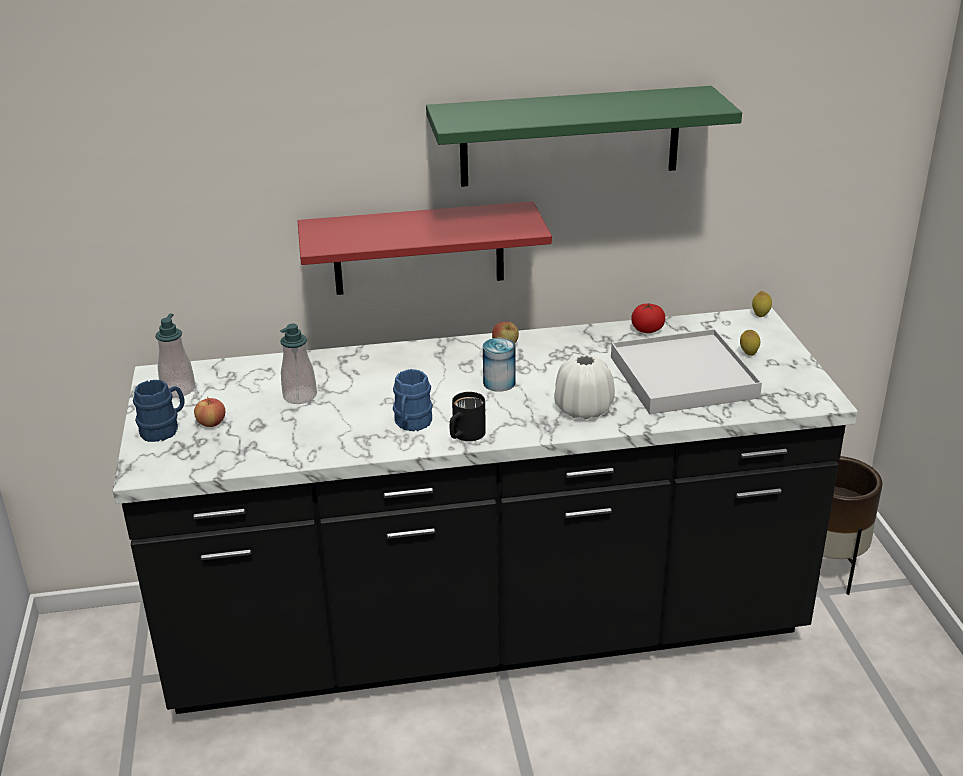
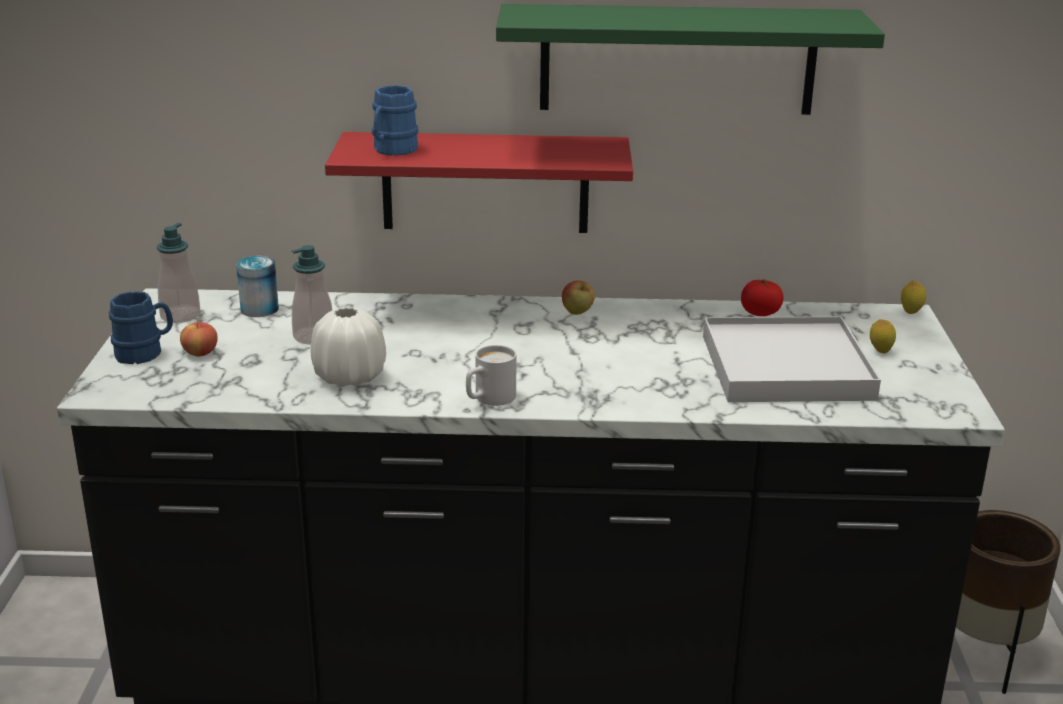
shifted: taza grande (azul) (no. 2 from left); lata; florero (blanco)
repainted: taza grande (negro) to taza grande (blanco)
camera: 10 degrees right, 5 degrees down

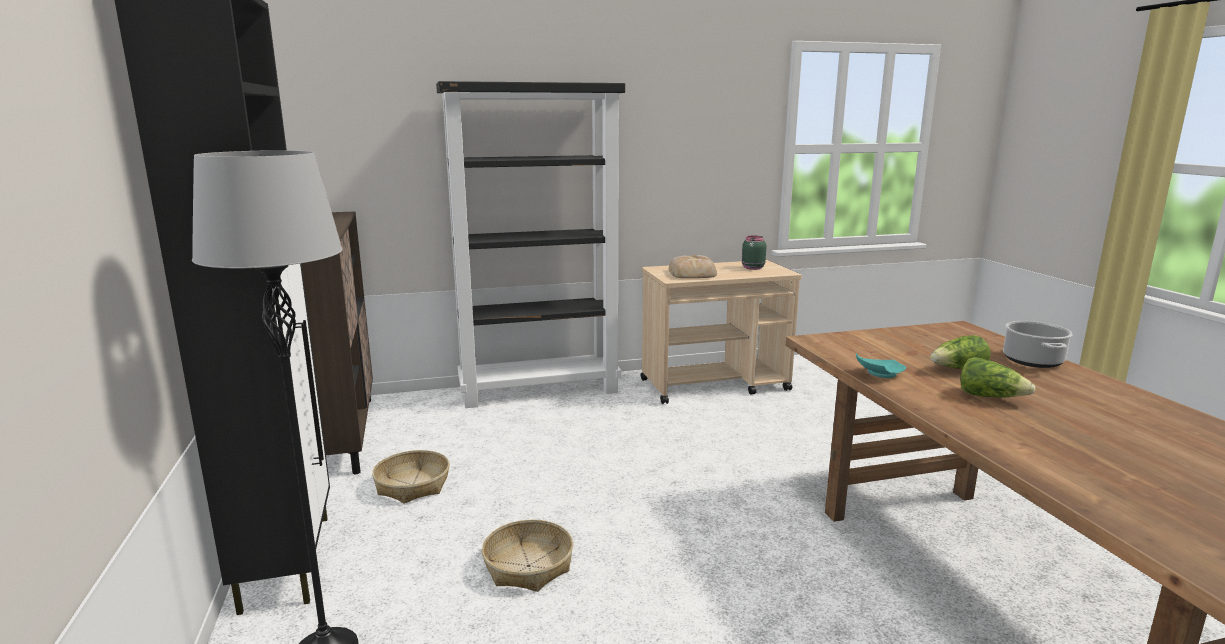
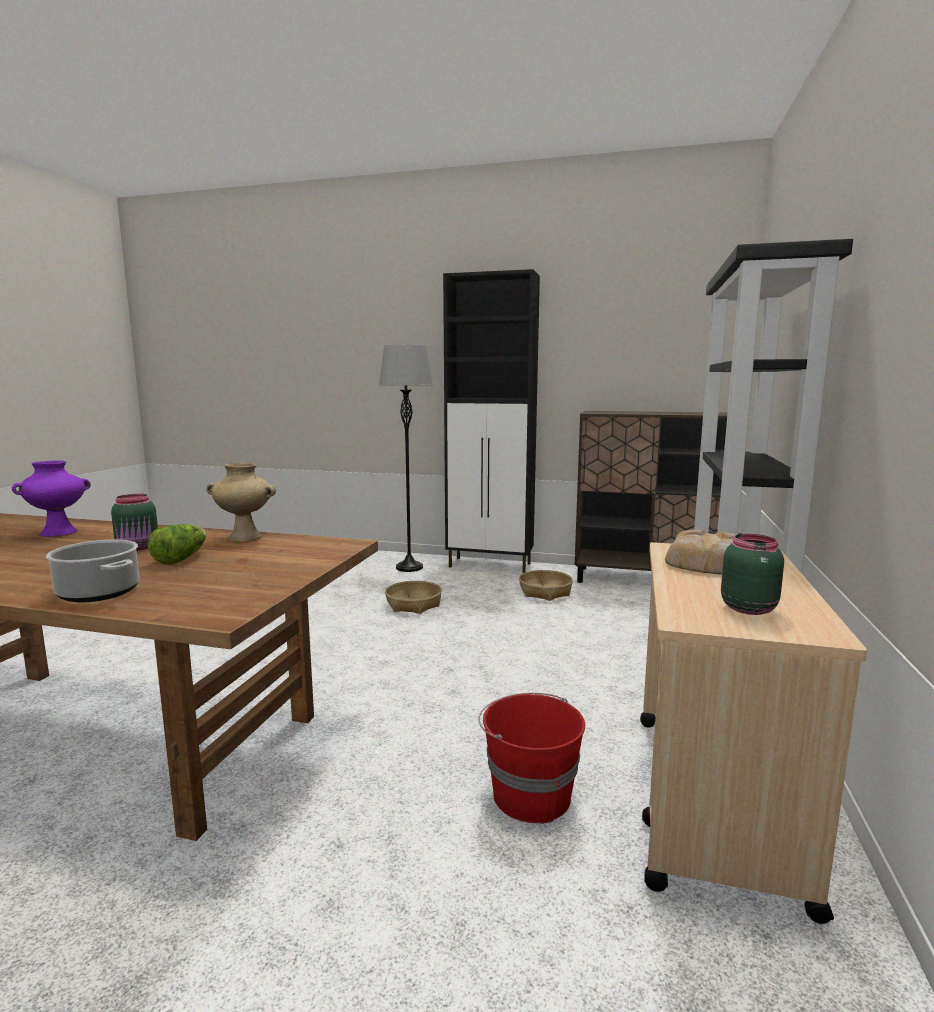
new: florero (morado); cubo (rojo)
swapped: plato (turquesa) to florero (beis); lechuga (no. 2 from left) to tarro (verde) (no. 1 from left)
camera: 120 degrees right, 5 degrees down

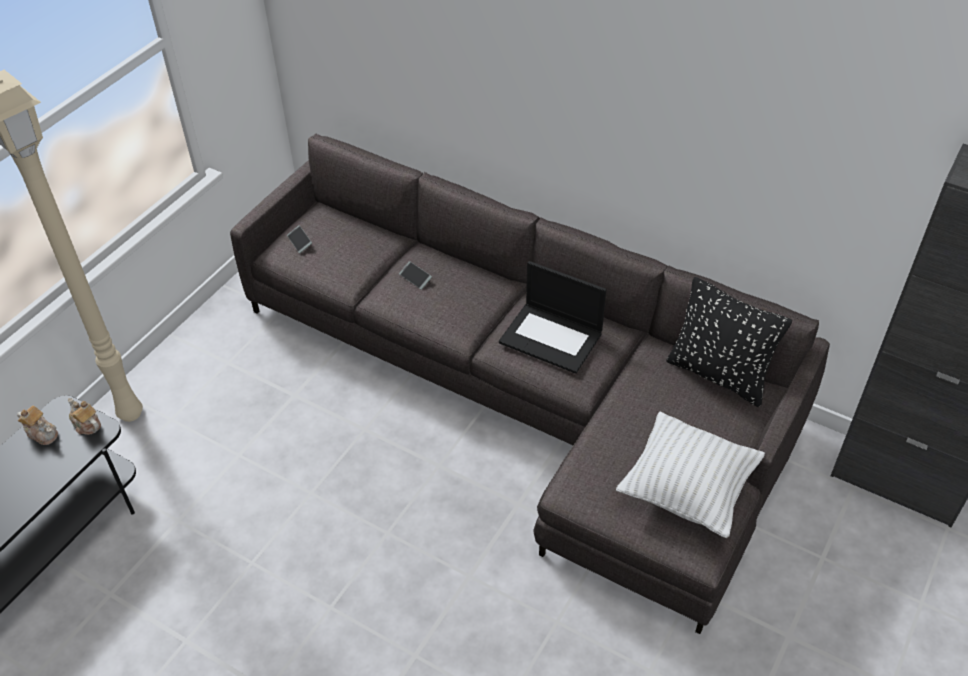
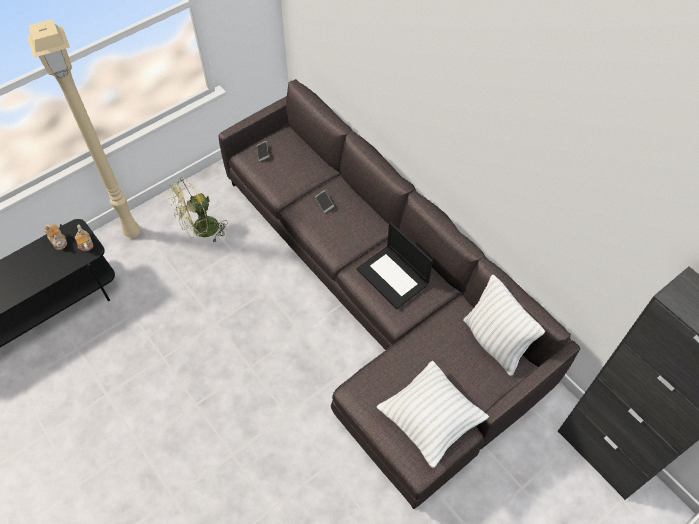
new: ventilador (verde)
repainted: cojín (negro) to cojín (blanco) (no. 2 from left)
camera: 20 degrees right, 10 degrees up

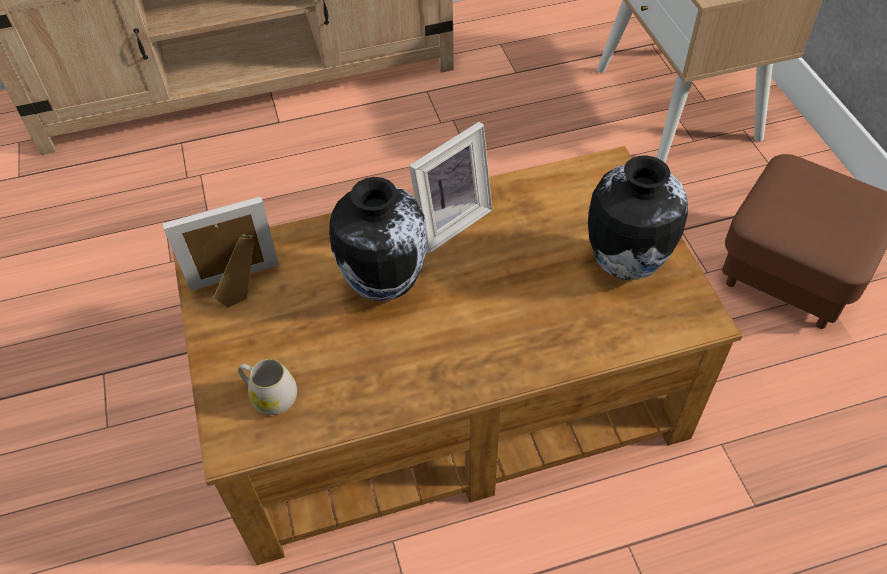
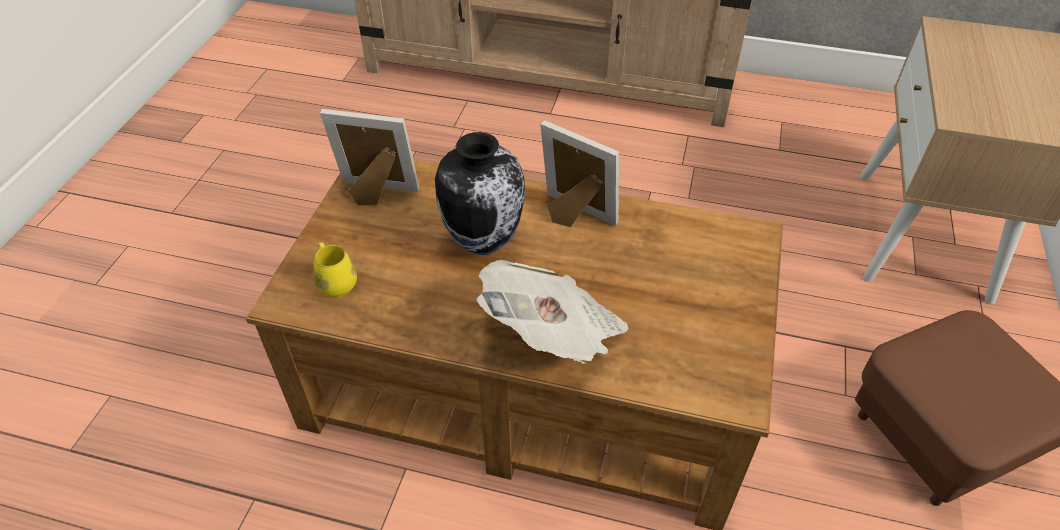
gone: florero (no. 2 from left)
new: periódico
repainted: taza grande (blanco) to taza grande (amarillo)
rotated: portarretratos (no. 2 from left) 135 degrees counterclockwise
camera: 30 degrees right, 5 degrees down

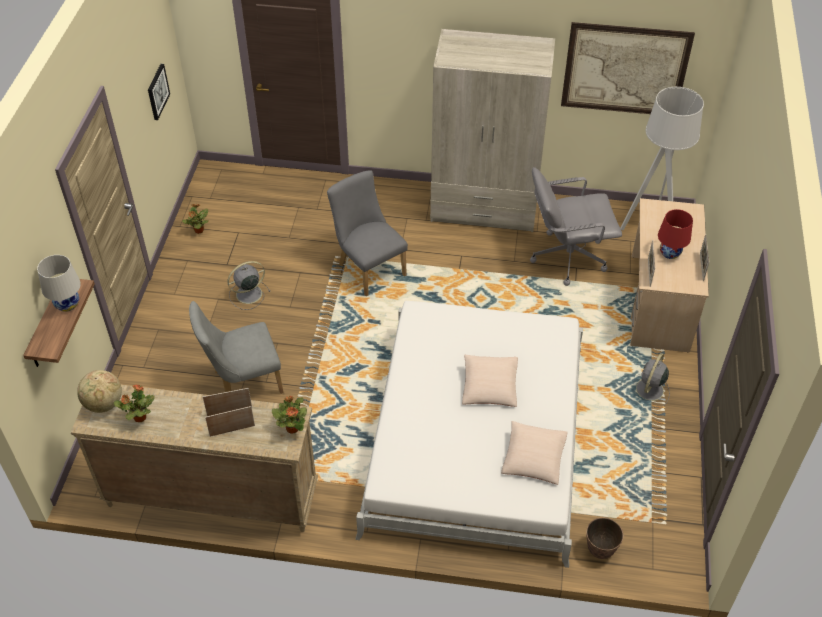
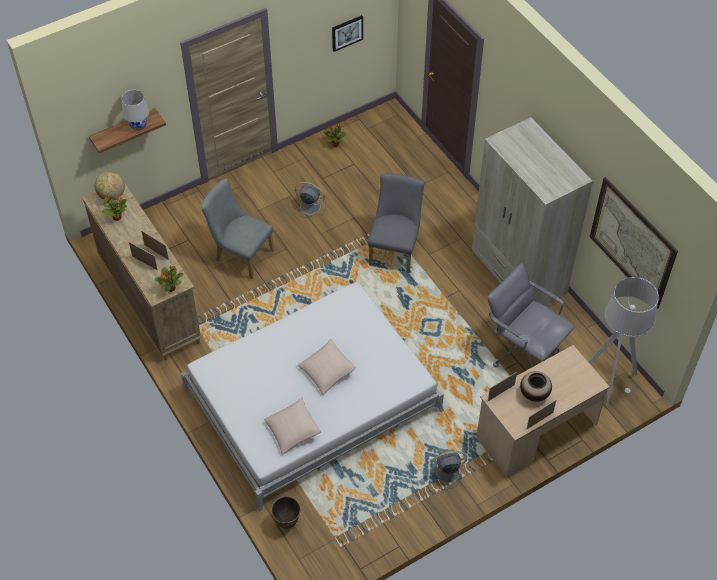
swapped: lámpara de mesa (rojo) to florero
camera: 50 degrees right, 5 degrees up

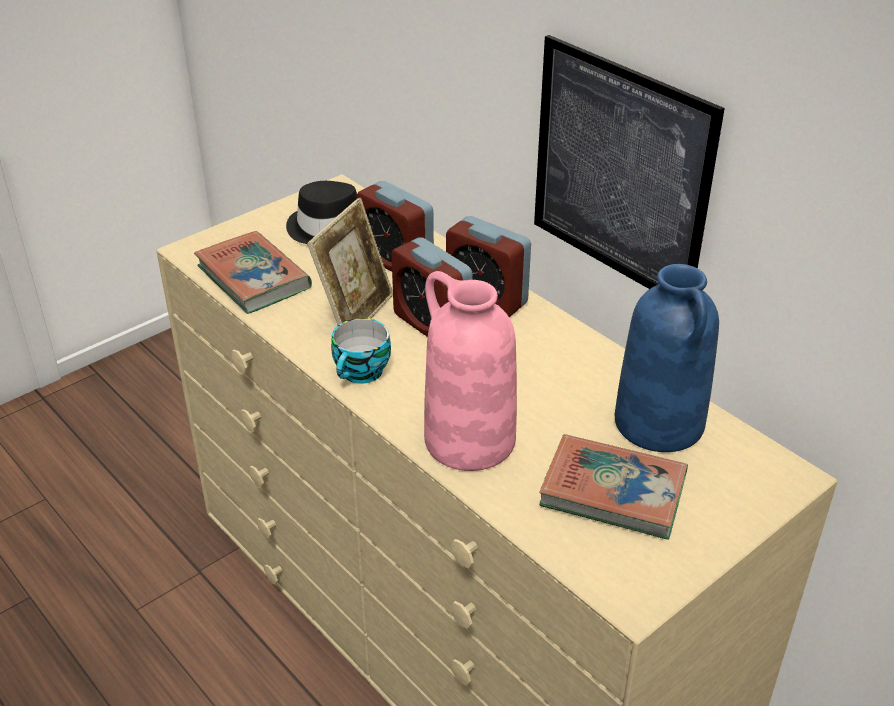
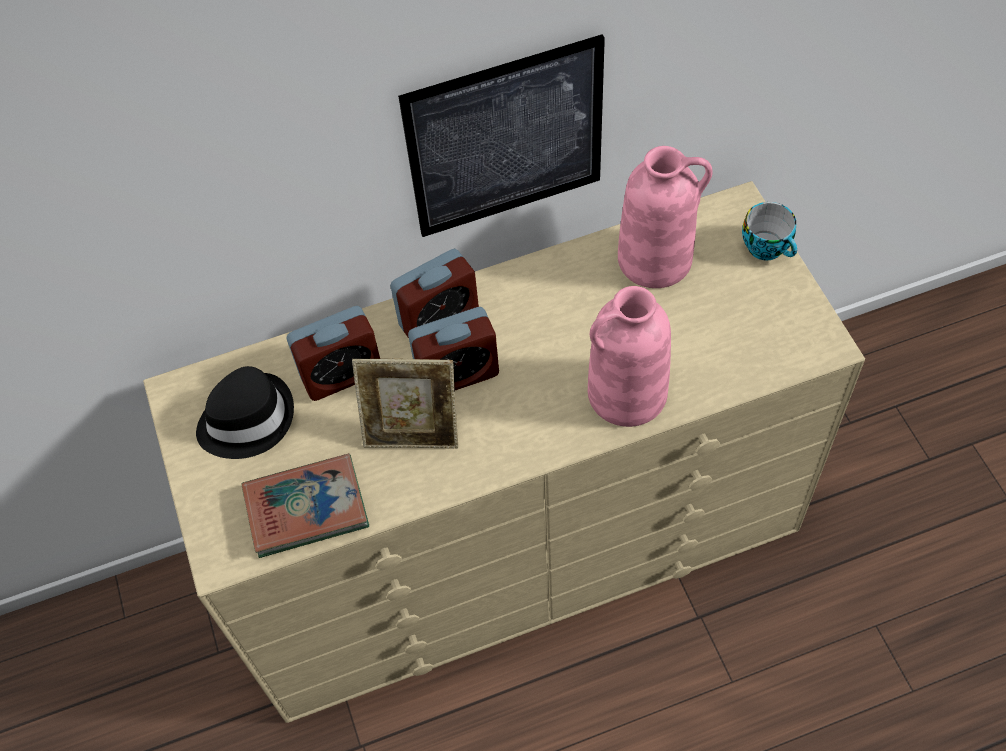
gone: libro (no. 2 from left)
shifted: taza
repainted: florero (azul) to florero (rosa) (no. 2 from left)
rotated: portarretratos 135 degrees clockwise
camera: 65 degrees left, 20 degrees up

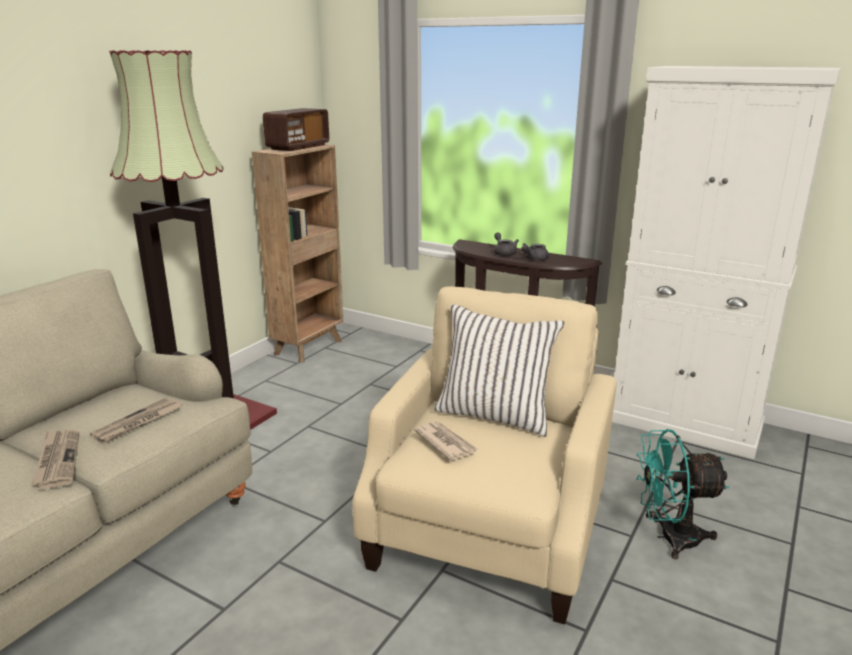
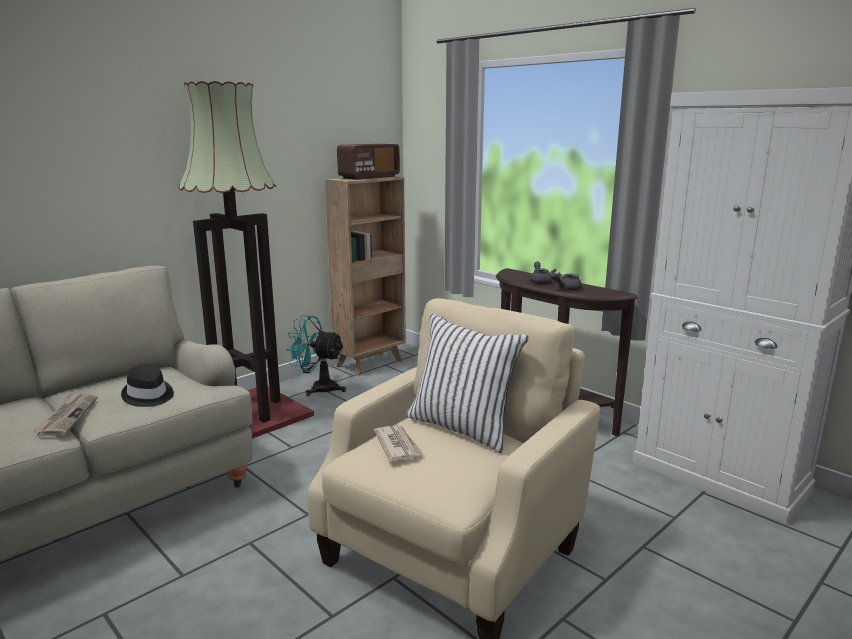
shifted: ventilador (turquesa)
swapped: periódico (no. 2 from left) to sombrero (negro)
camera: 15 degrees right, 5 degrees down

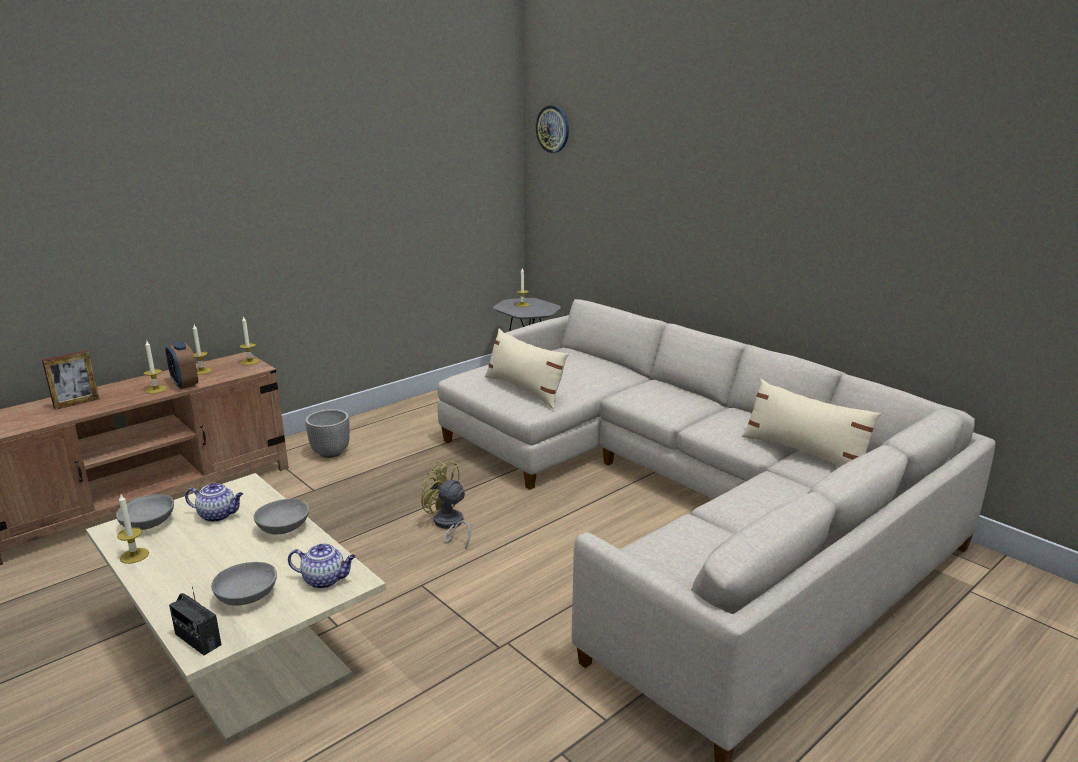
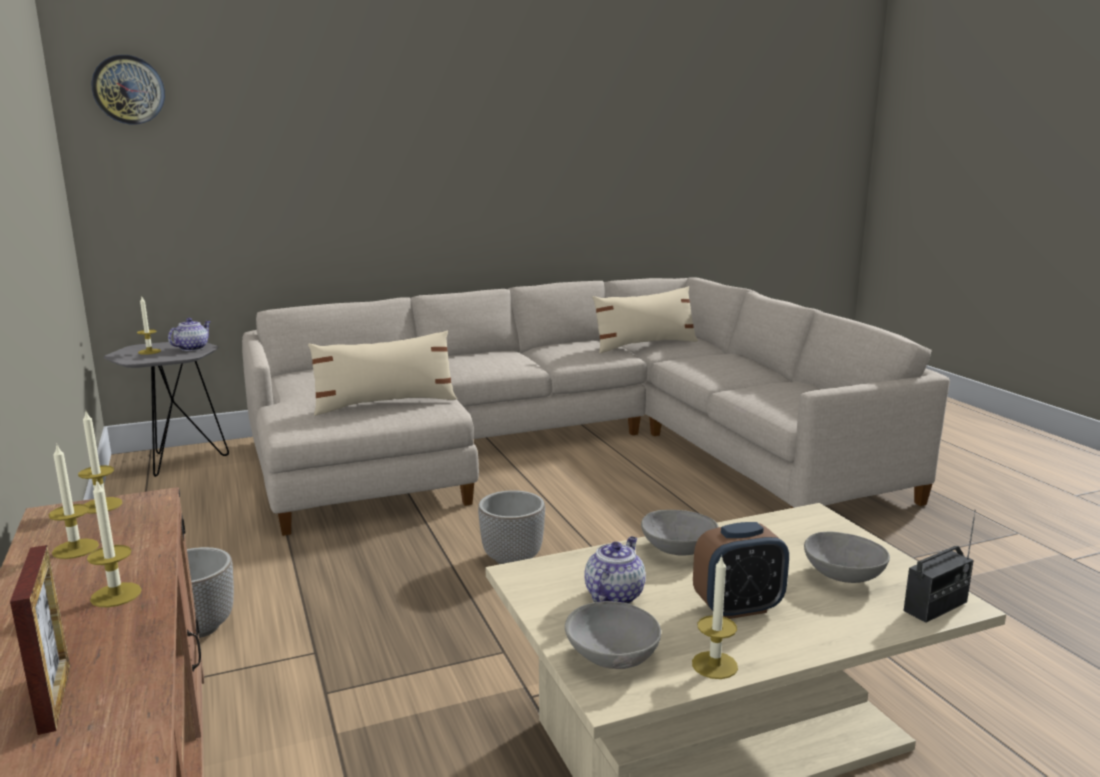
shifted: despertador; tetera (no. 2 from left in the first image) to tetera (no. 1 from left)
swapped: ventilador (amarillo) to maceta (no. 2 from left)
camera: 70 degrees left, 5 degrees down

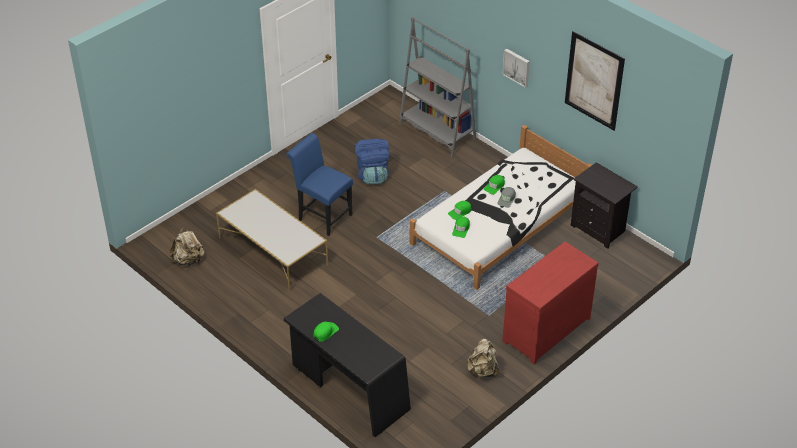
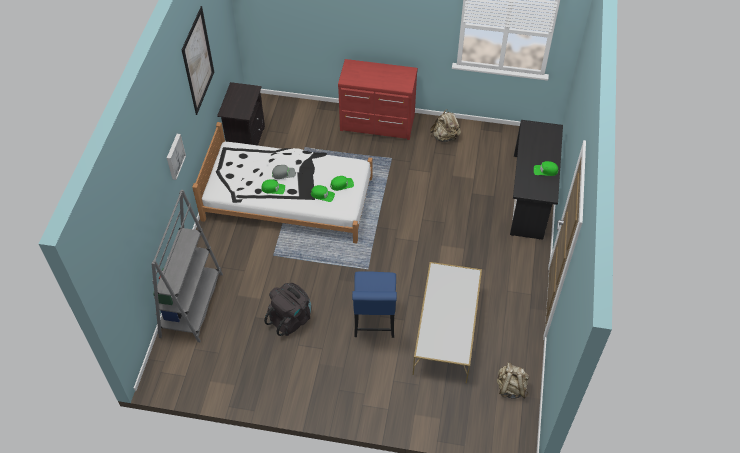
repainted: mochila (azul) to mochila (negro)
camera: 125 degrees left, 10 degrees up

